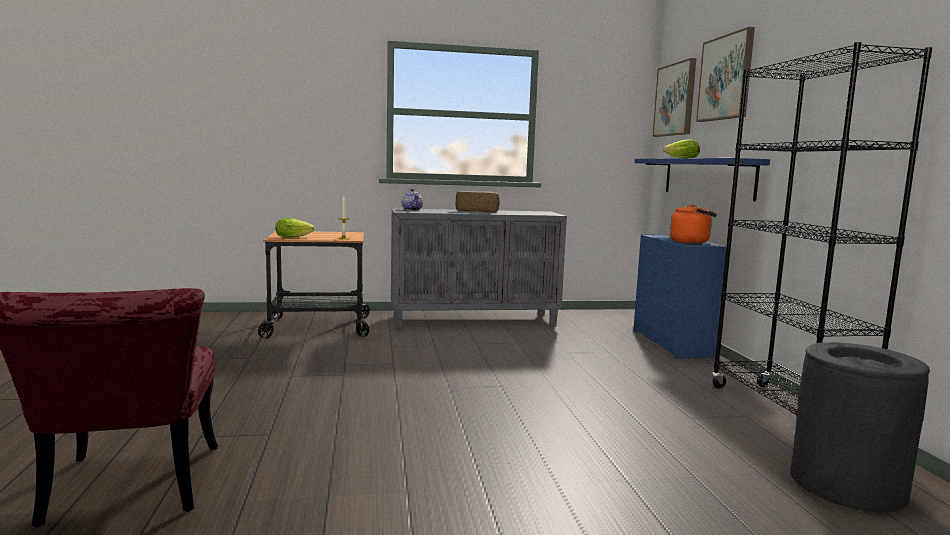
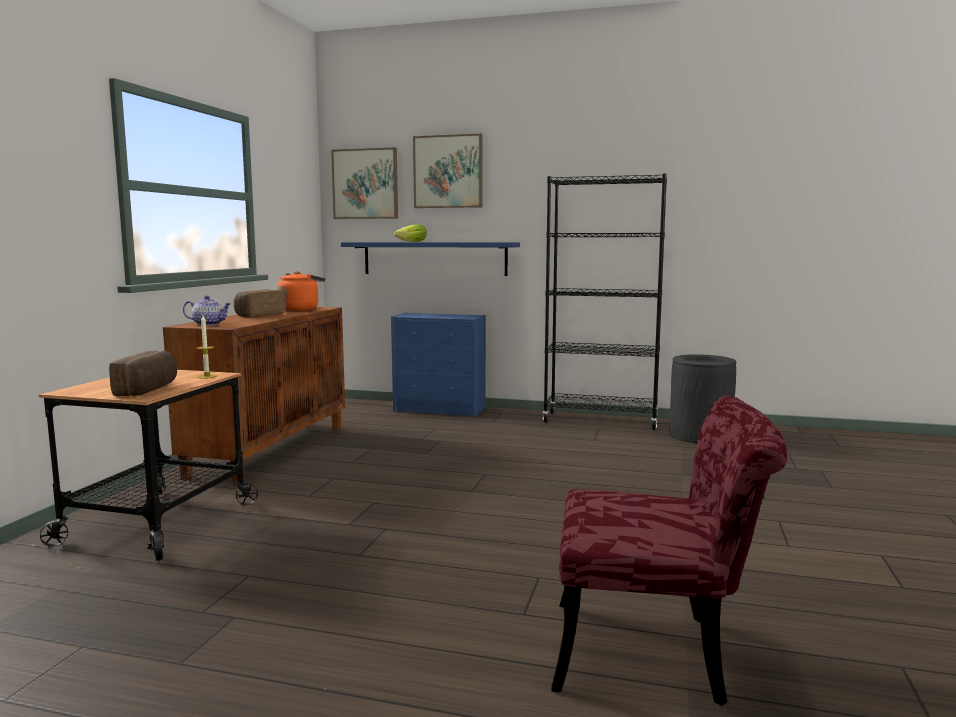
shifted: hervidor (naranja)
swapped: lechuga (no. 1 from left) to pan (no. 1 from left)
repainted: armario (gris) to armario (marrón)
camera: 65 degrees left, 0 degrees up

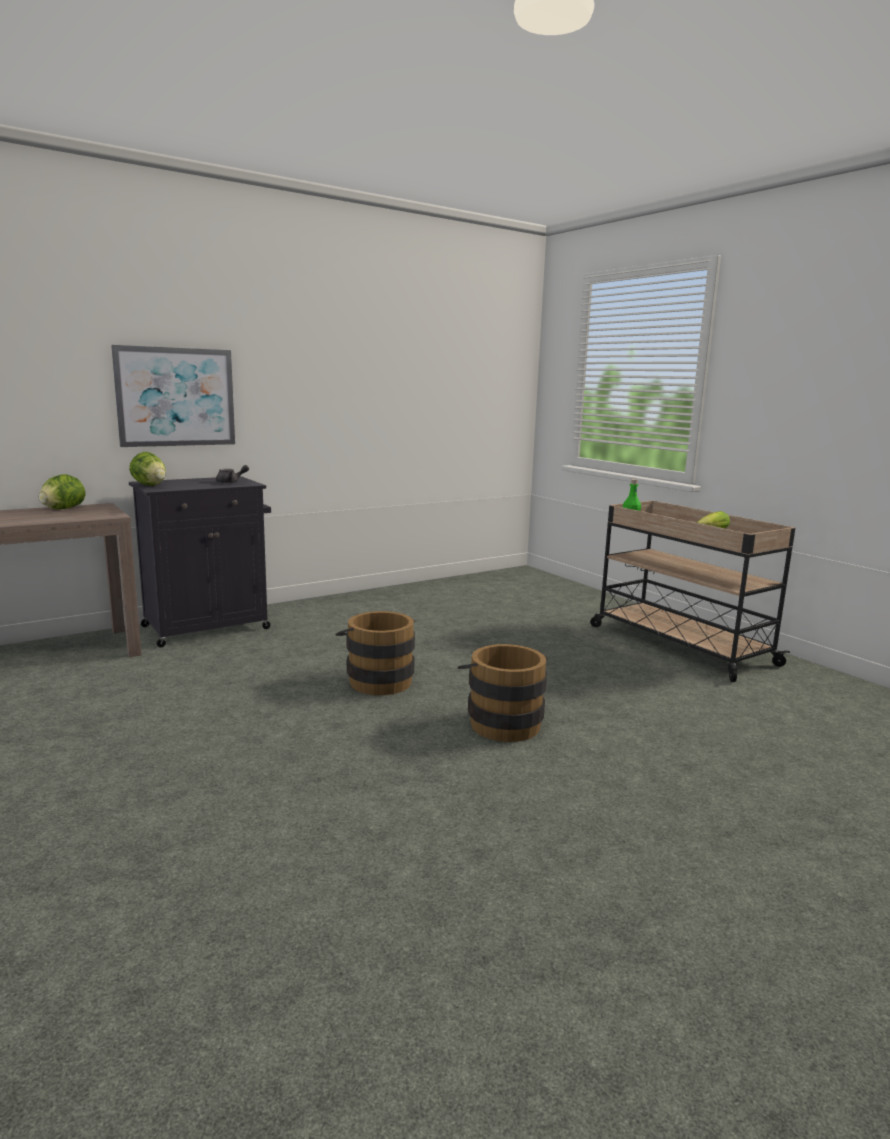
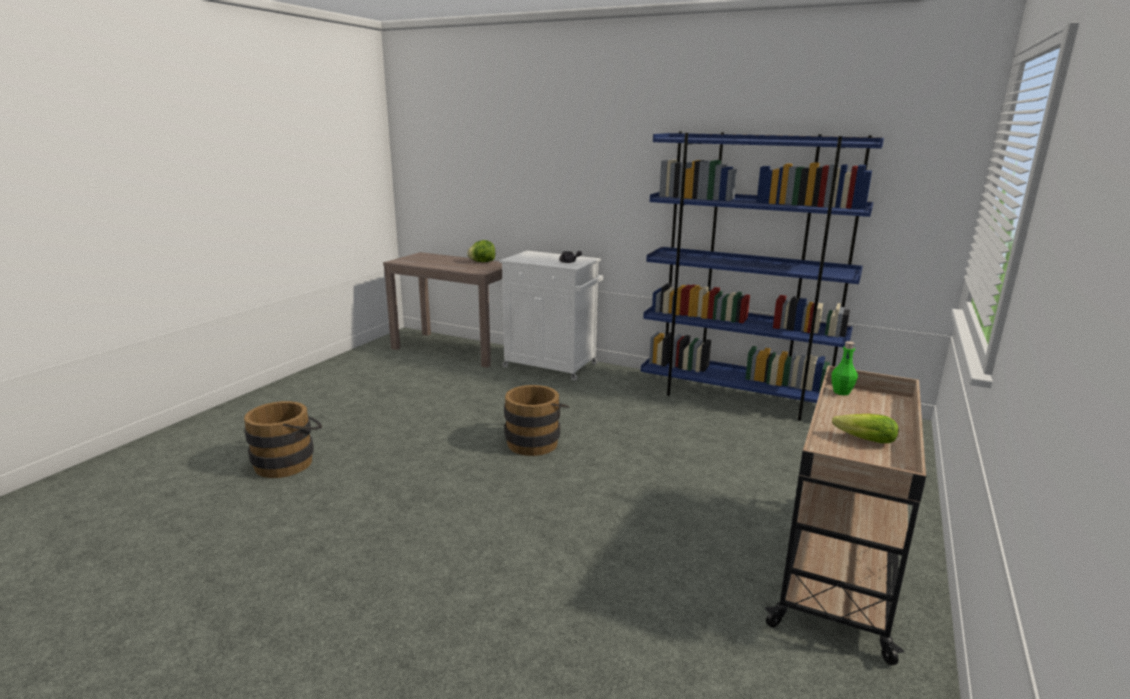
gone: cuadro; lechuga (no. 2 from left)
new: estantería (azul)
shifted: cubo (marrón) (no. 2 from left in the first image) to cubo (marrón) (no. 1 from left)
repainted: armario (negro) to armario (blanco)
camera: 60 degrees right, 5 degrees up

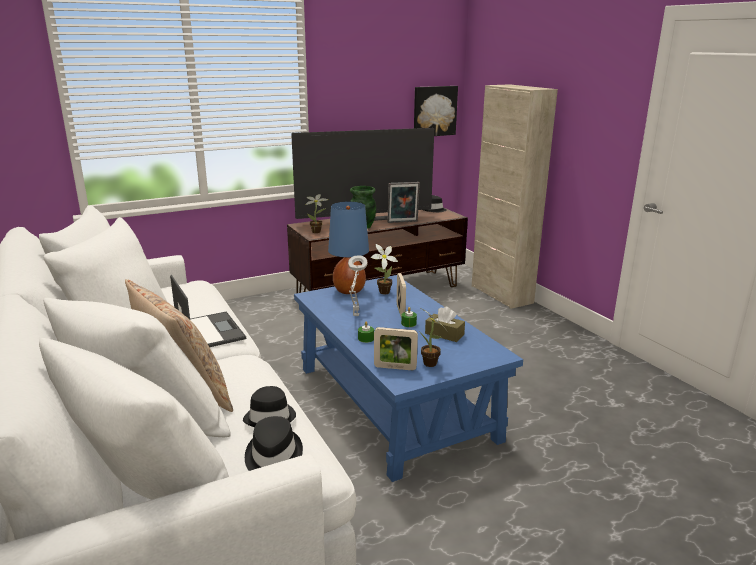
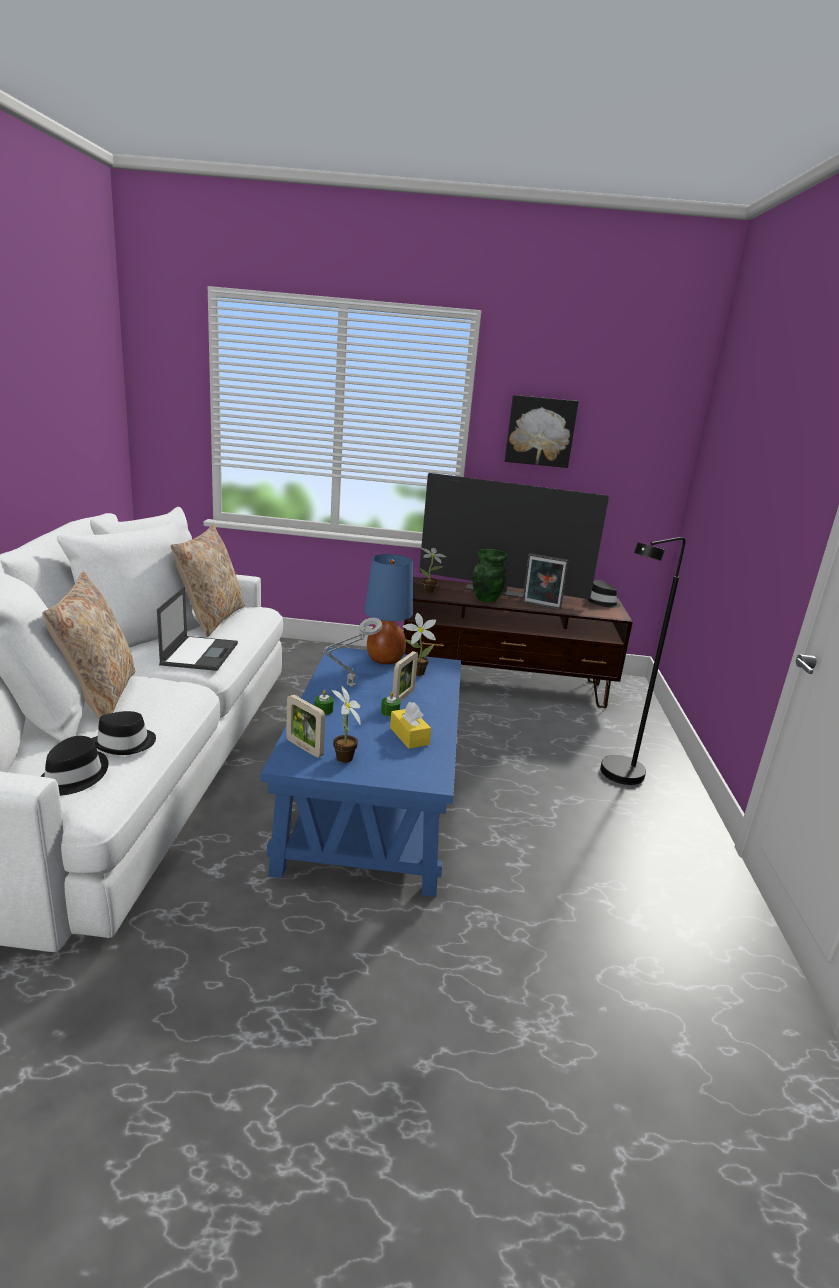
gone: armario (beis)
new: cojín (beis) (no. 2 from left); lámpara de pie (negro)
shifted: cuadro
repainted: caja de pañuelos (marrón) to caja de pañuelos (amarillo)
camera: 30 degrees right, 0 degrees up

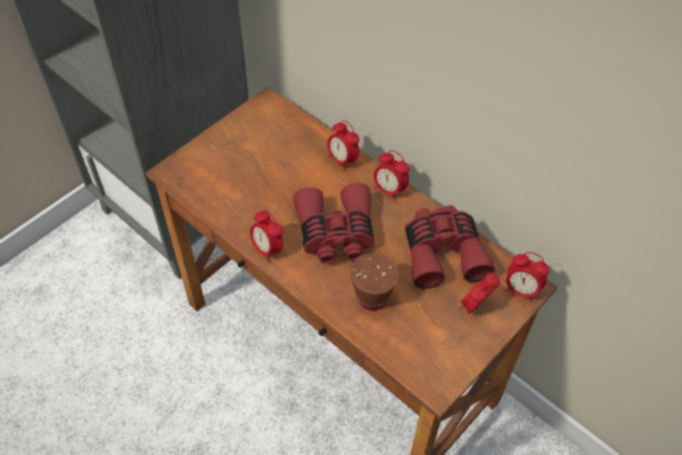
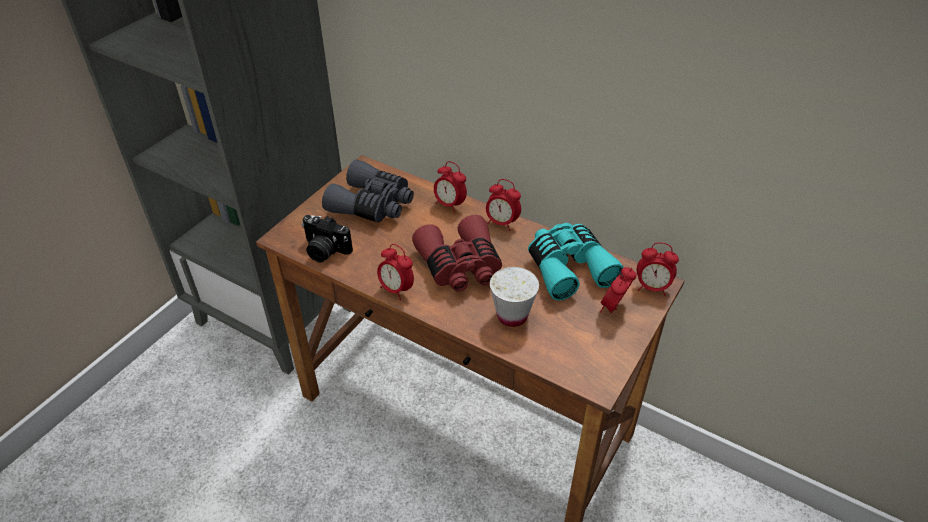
new: cámara; prismáticos (gris)
repainted: taza (marrón) to taza (blanco); prismáticos (rojo) (no. 2 from left) to prismáticos (turquesa)
camera: 10 degrees left, 10 degrees down

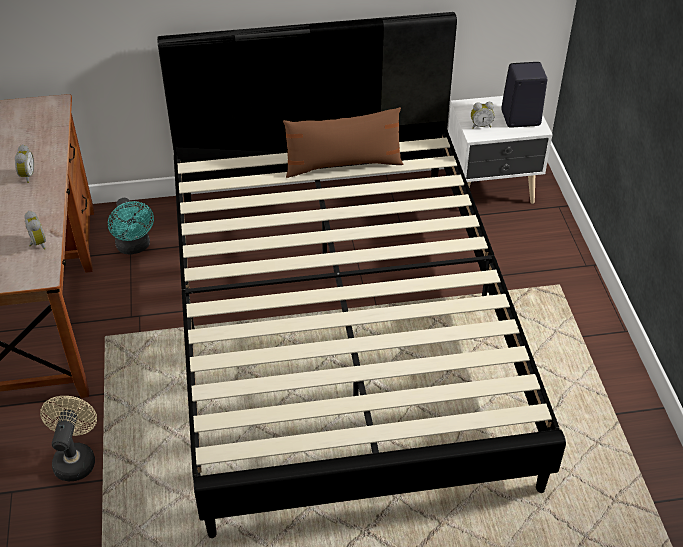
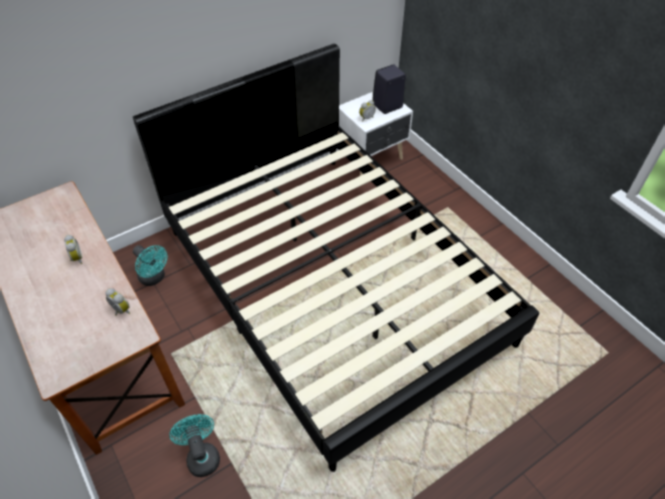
gone: cojín (marrón)
repainted: ventilador (beis) to ventilador (turquesa) (no. 2 from left)
camera: 25 degrees left, 5 degrees up

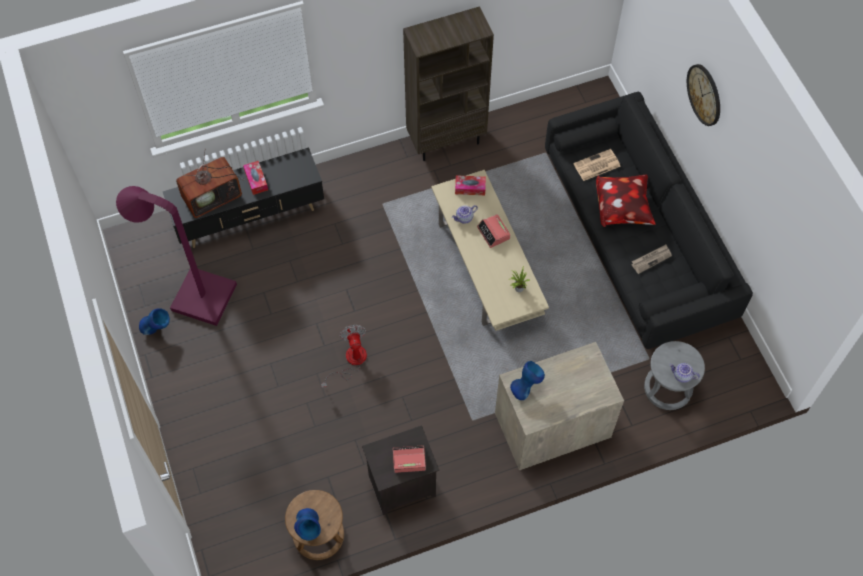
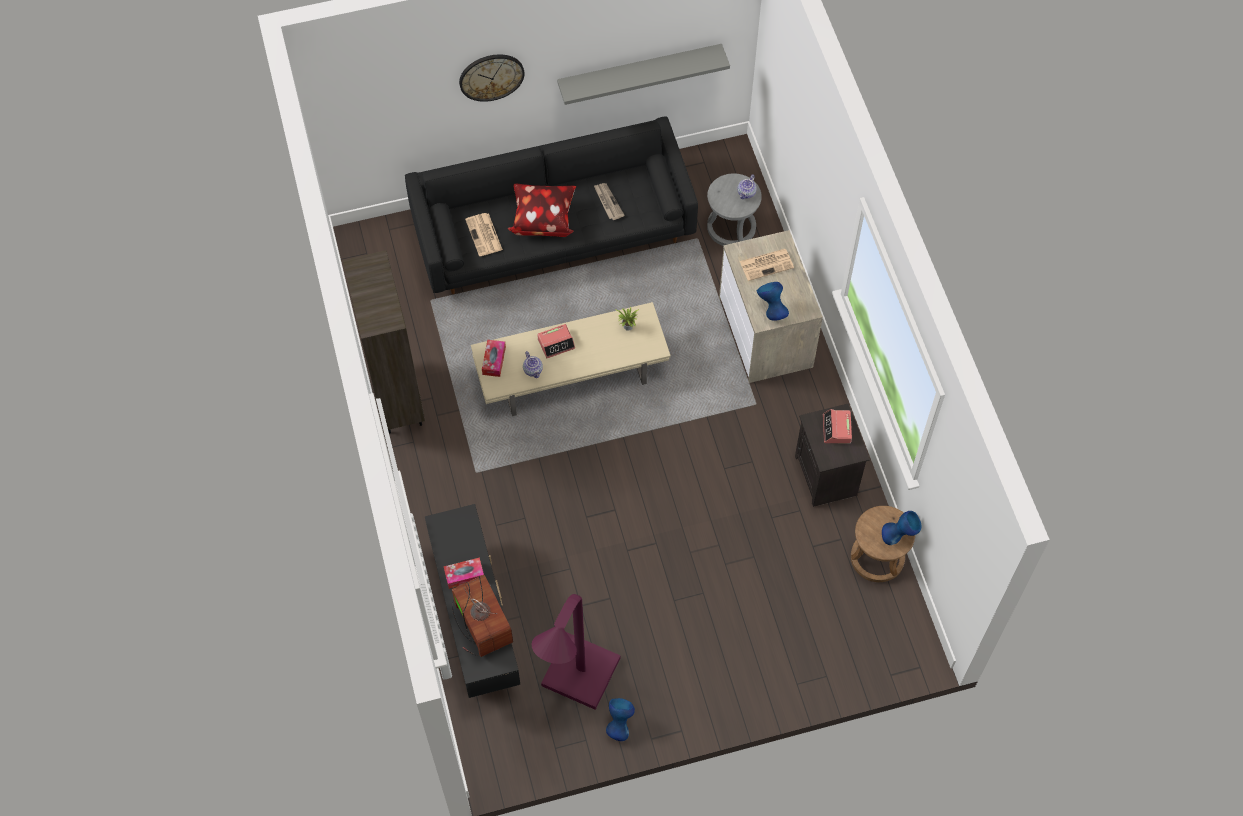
gone: ventilador
new: estante (gris); periódico (no. 3 from left)
camera: 85 degrees left, 0 degrees up

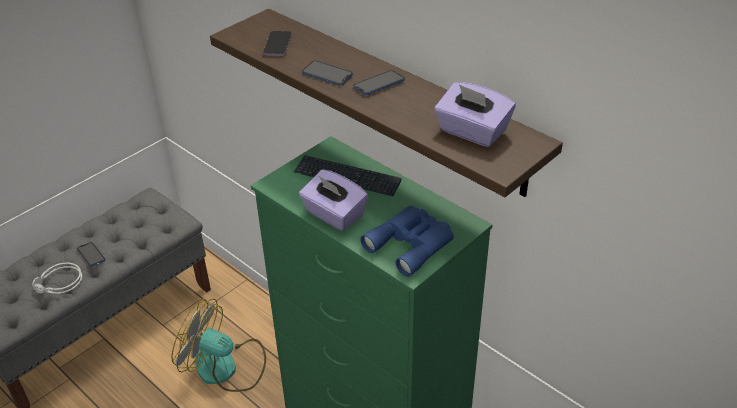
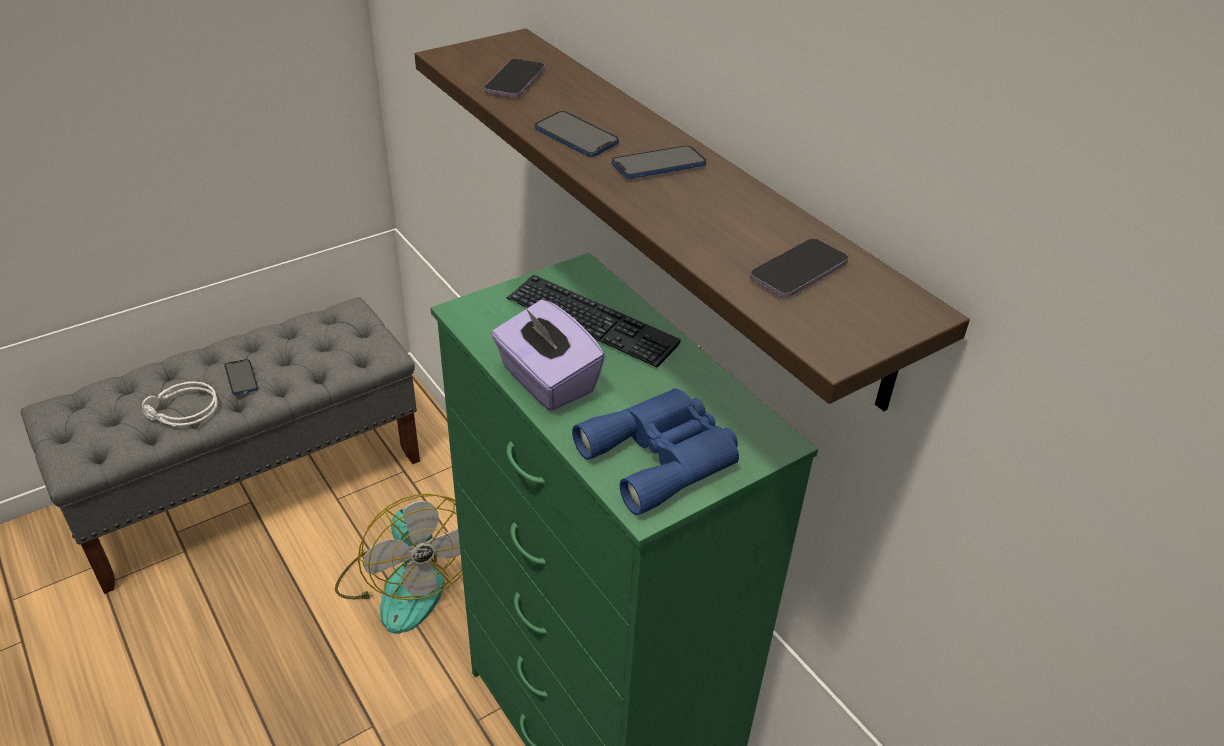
swapped: caja de pañuelos (morado) (no. 2 from left) to móvil (no. 5 from left)
rotated: ventilador 150 degrees counterclockwise
camera: 10 degrees right, 0 degrees up

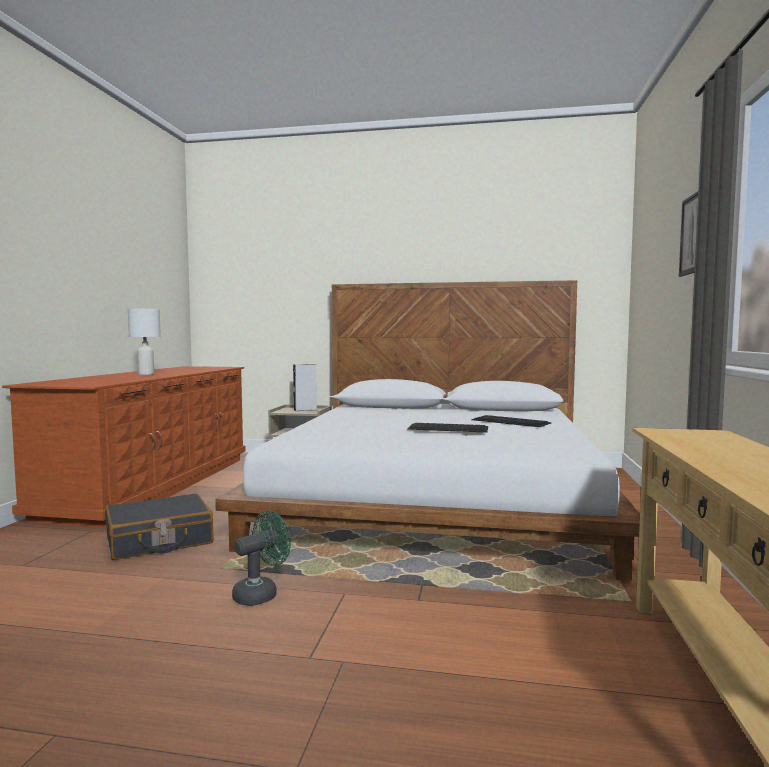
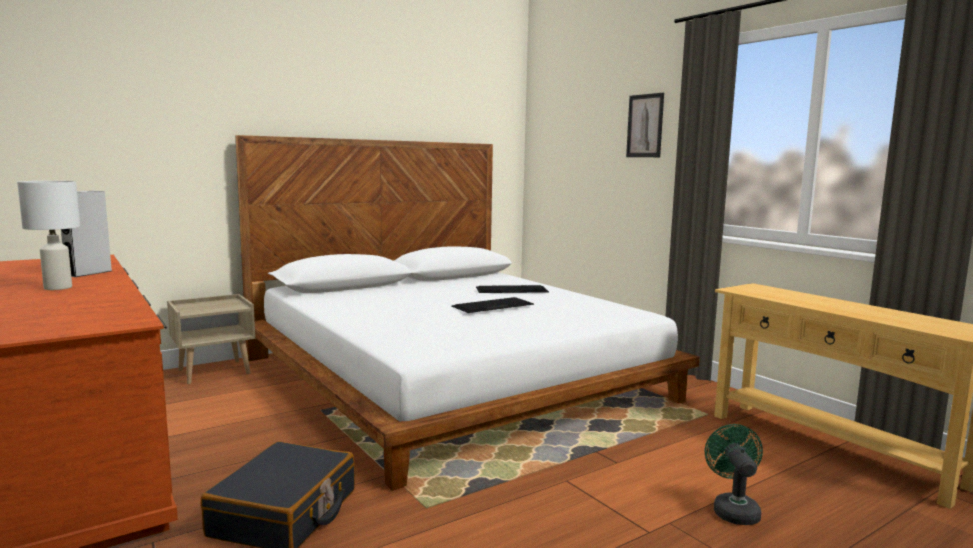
shifted: ventilador (verde); altavoz (gris)
camera: 45 degrees left, 5 degrees up

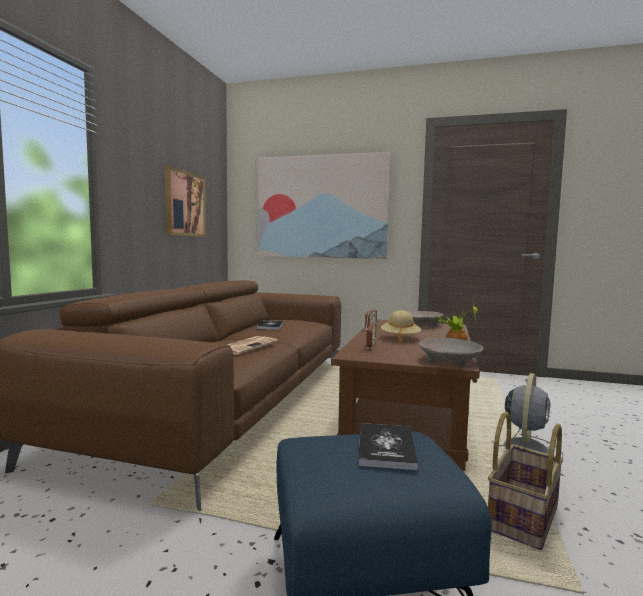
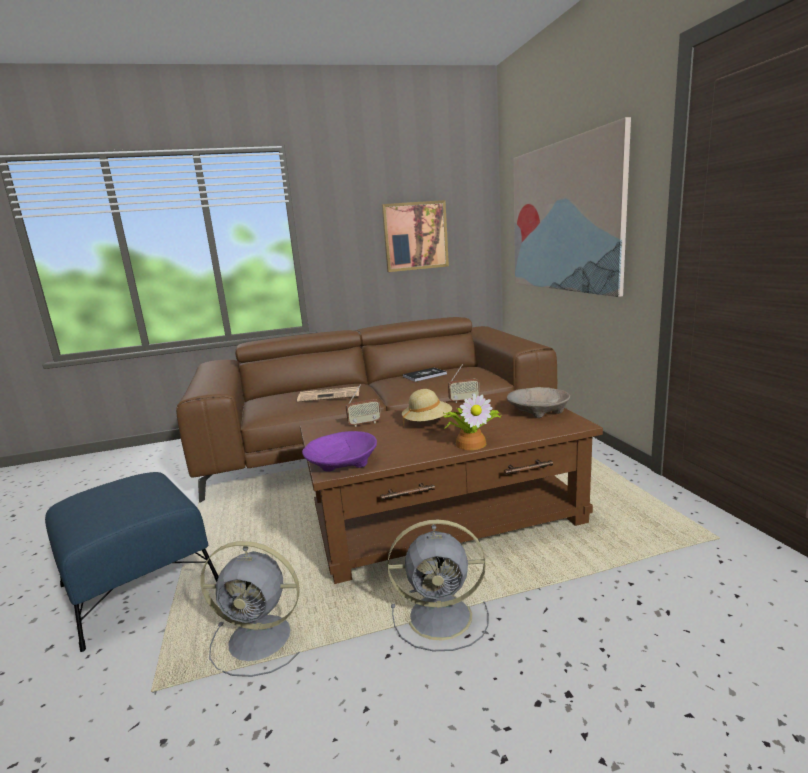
gone: libro (no. 2 from left)
swapped: cesta to ventilador (gris) (no. 1 from left)
repainted: cuenco (beis) (no. 2 from left) to cuenco (morado)
camera: 60 degrees right, 10 degrees up

